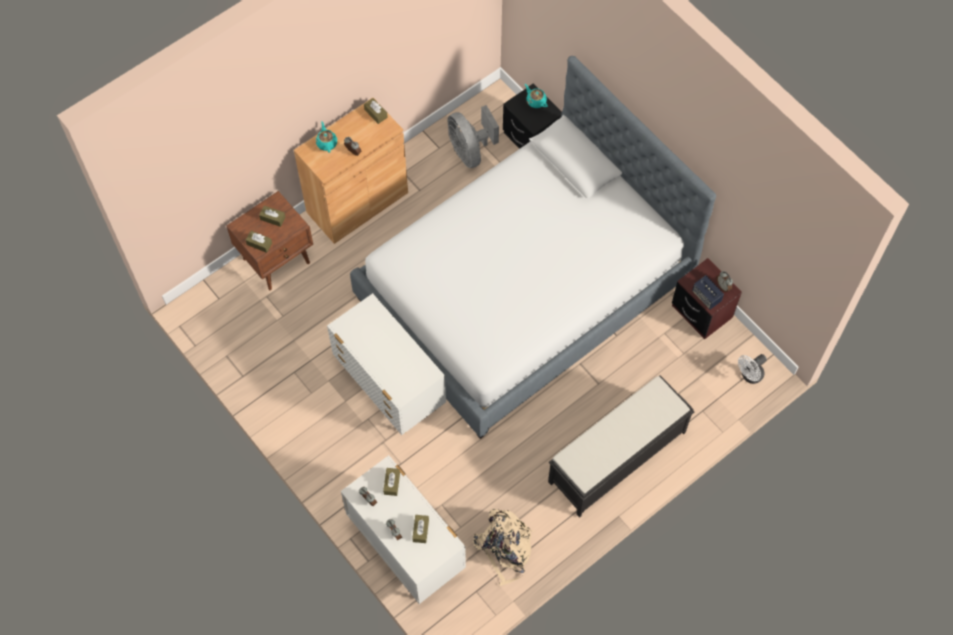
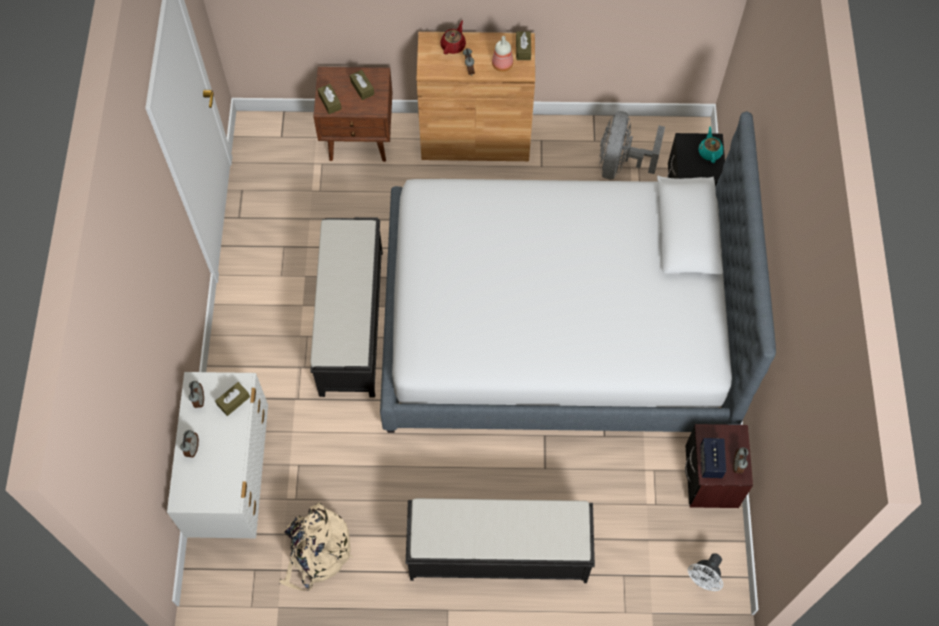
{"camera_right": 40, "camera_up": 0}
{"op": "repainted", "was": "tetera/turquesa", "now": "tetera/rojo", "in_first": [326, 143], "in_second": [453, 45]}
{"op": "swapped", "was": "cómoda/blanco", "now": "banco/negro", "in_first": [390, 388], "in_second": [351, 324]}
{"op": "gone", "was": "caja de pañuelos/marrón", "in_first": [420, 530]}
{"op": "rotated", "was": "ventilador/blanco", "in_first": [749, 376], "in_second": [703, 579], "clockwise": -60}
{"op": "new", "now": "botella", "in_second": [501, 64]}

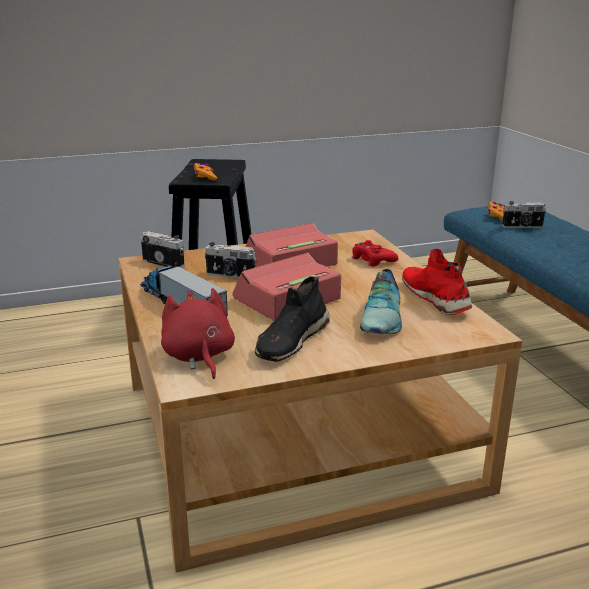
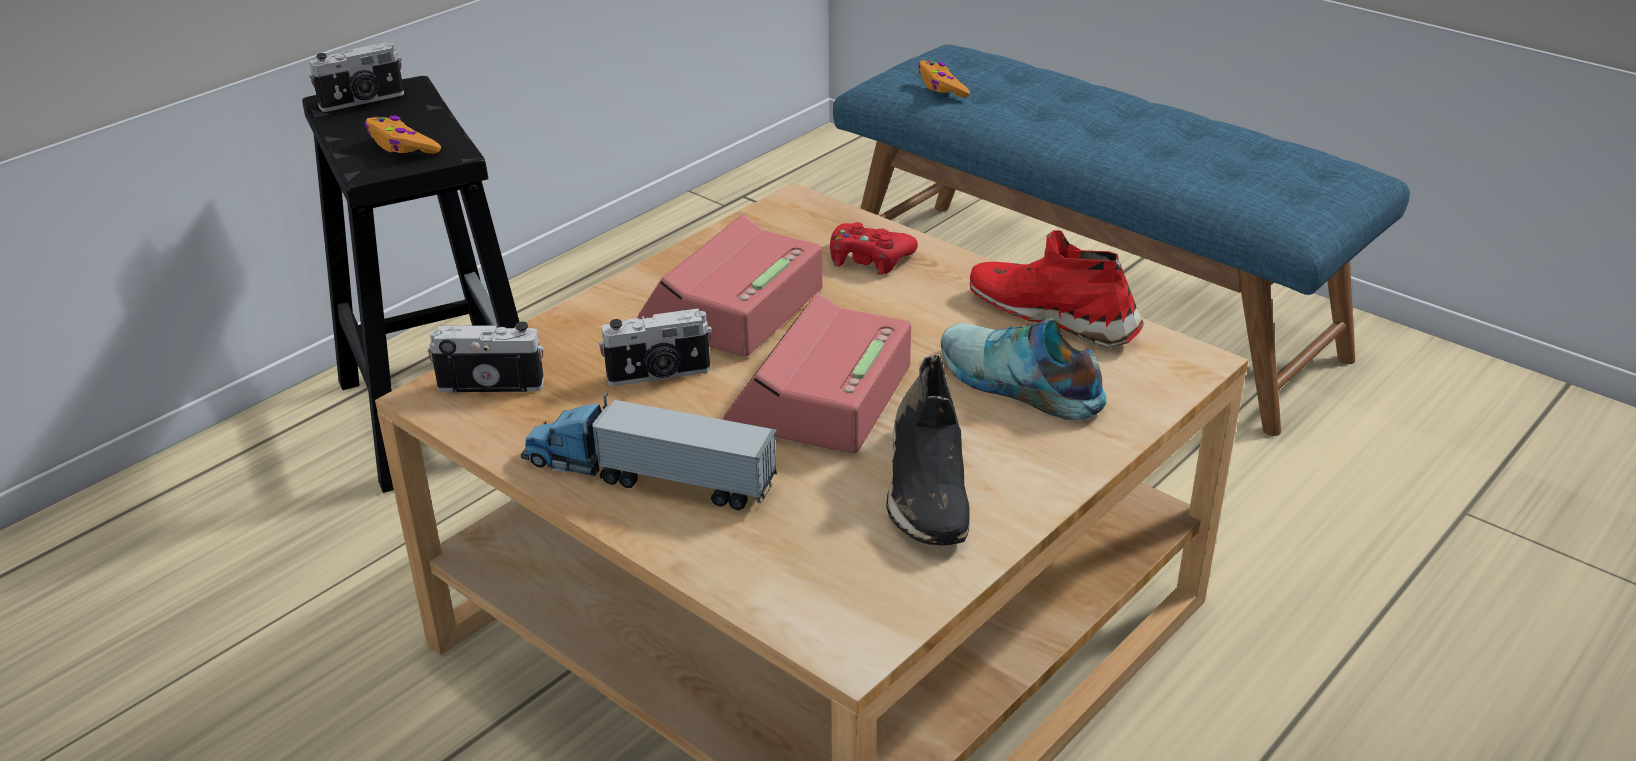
{"camera_right": -30, "camera_up": 10}
{"op": "gone", "was": "peluche/rojo", "in_first": [198, 357]}
{"op": "rotated", "was": "zapato", "in_first": [383, 318], "in_second": [1017, 385], "clockwise": 150}
{"op": "shifted", "was": "cámara", "in_first": [522, 227], "in_second": [363, 101]}

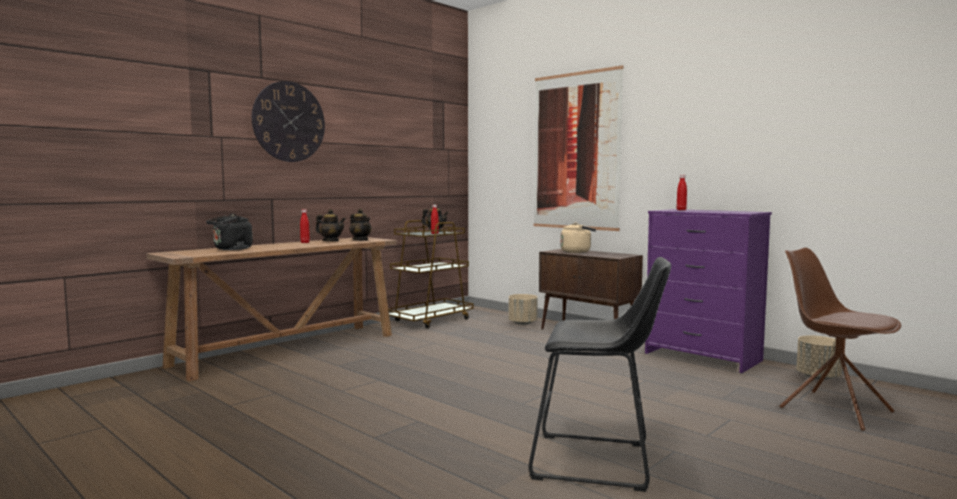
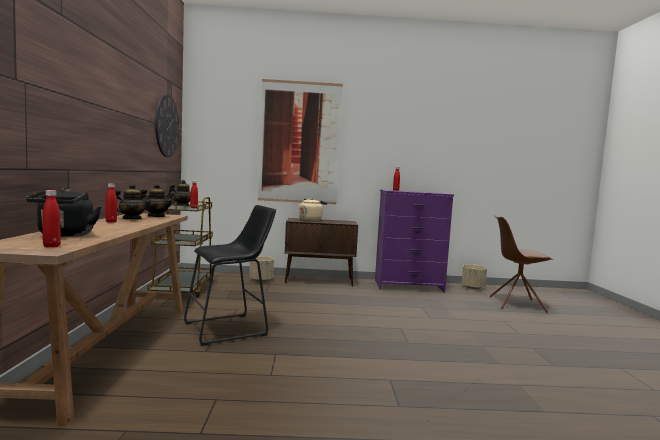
{"camera_right": -45, "camera_up": 0}
{"op": "shifted", "was": "reloj de pared", "in_first": [289, 122], "in_second": [166, 126]}
{"op": "shifted", "was": "taburete/negro", "in_first": [599, 462], "in_second": [230, 329]}
{"op": "new", "now": "botella/rojo", "in_second": [51, 246]}

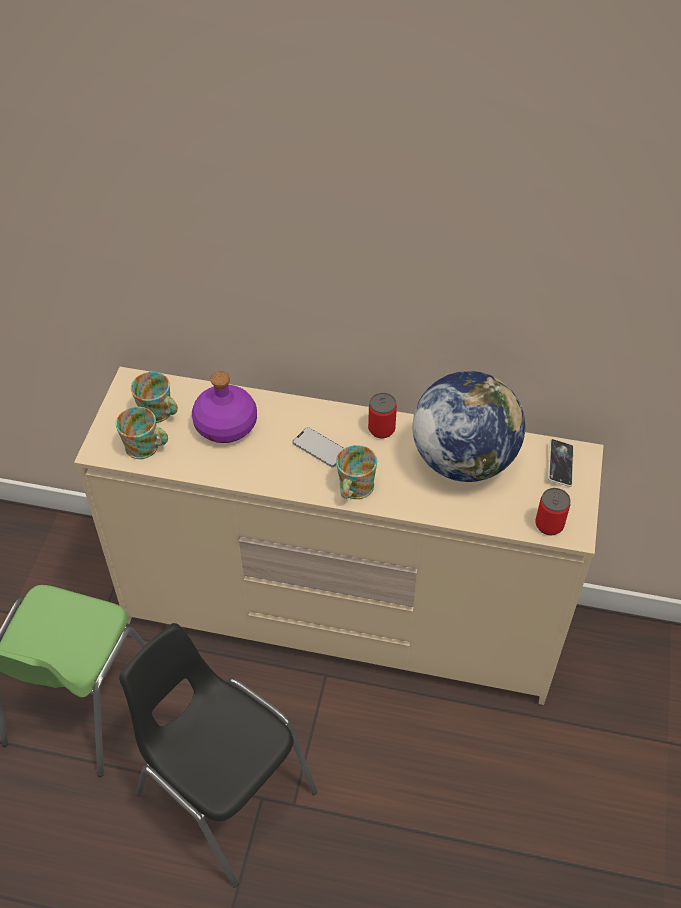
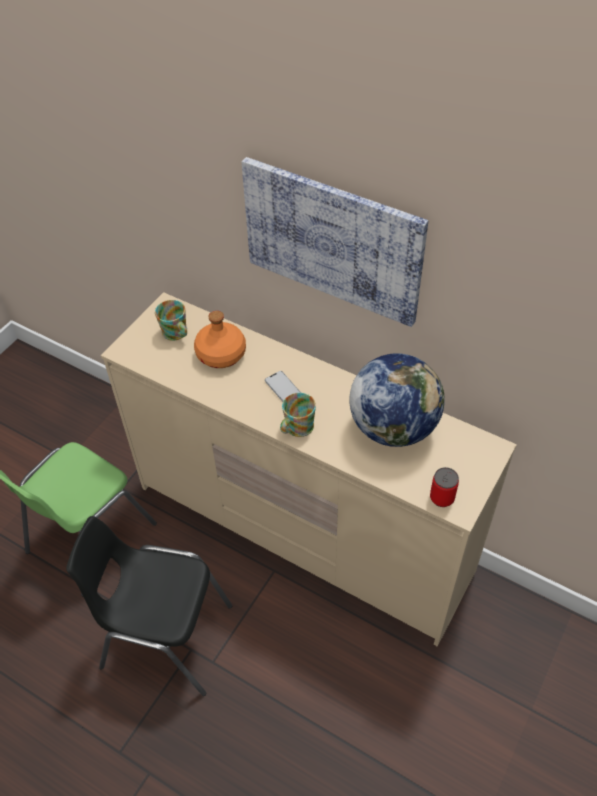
{"camera_right": 20, "camera_up": 0}
{"op": "gone", "was": "taza grande", "in_first": [146, 448]}
{"op": "rotated", "was": "silla/negro", "in_first": [224, 792], "in_second": [165, 636], "clockwise": -45}
{"op": "repainted", "was": "botella/morado", "now": "botella/naranja", "in_first": [225, 425], "in_second": [220, 354]}
{"op": "gone", "was": "lata", "in_first": [381, 429]}
{"op": "gone", "was": "móvil", "in_first": [560, 465]}
{"op": "new", "now": "cuadro", "in_second": [333, 240]}

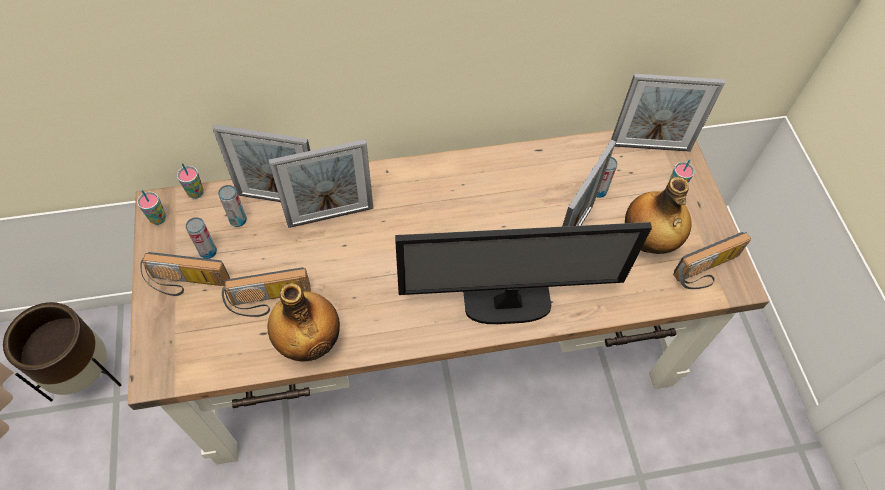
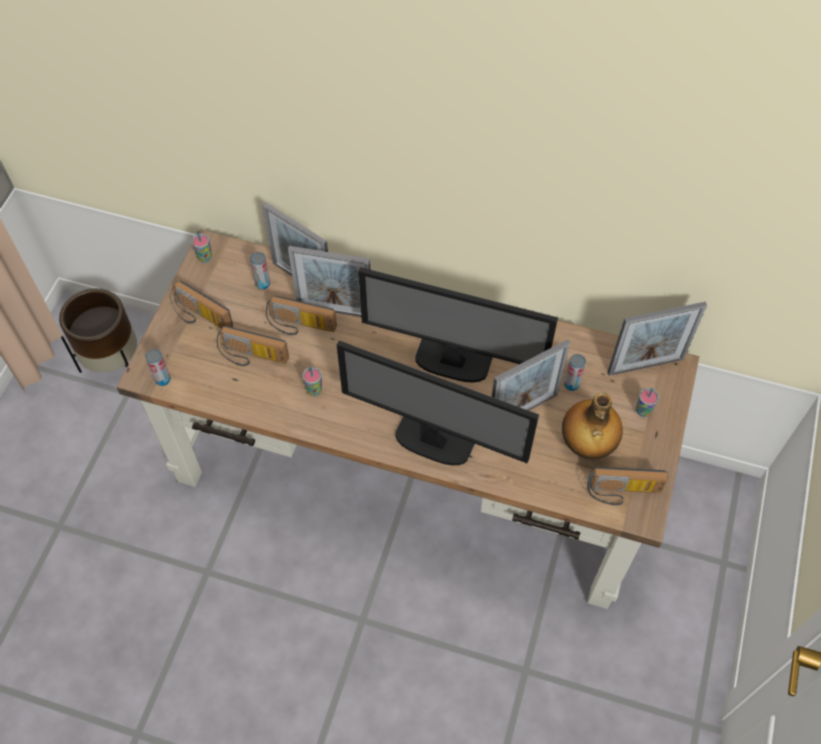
{"camera_right": 30, "camera_up": 0}
{"op": "shifted", "was": "taza", "in_first": [196, 193], "in_second": [314, 390]}
{"op": "shifted", "was": "lata", "in_first": [208, 252], "in_second": [163, 379]}
{"op": "gone", "was": "botella", "in_first": [309, 341]}
{"op": "rotated", "was": "portarretratos", "in_first": [649, 147], "in_second": [645, 366], "clockwise": -45}
{"op": "new", "now": "radio", "in_second": [300, 326]}
{"op": "new", "now": "monitor", "in_second": [452, 363]}

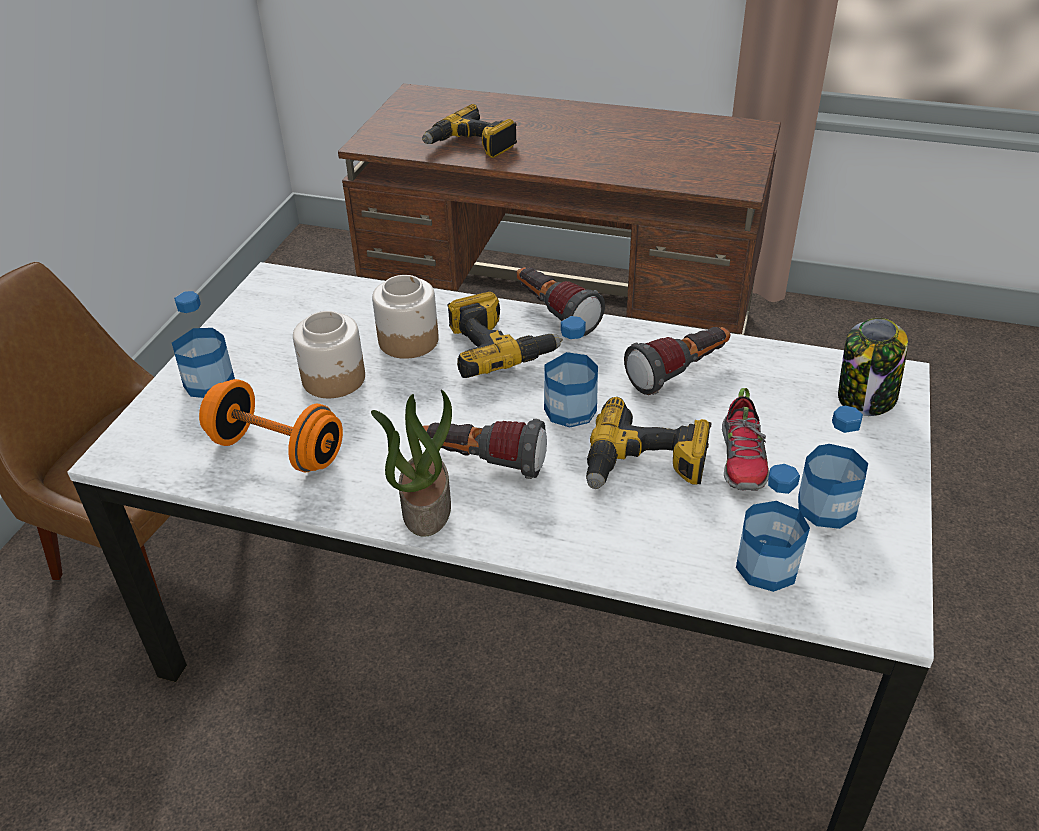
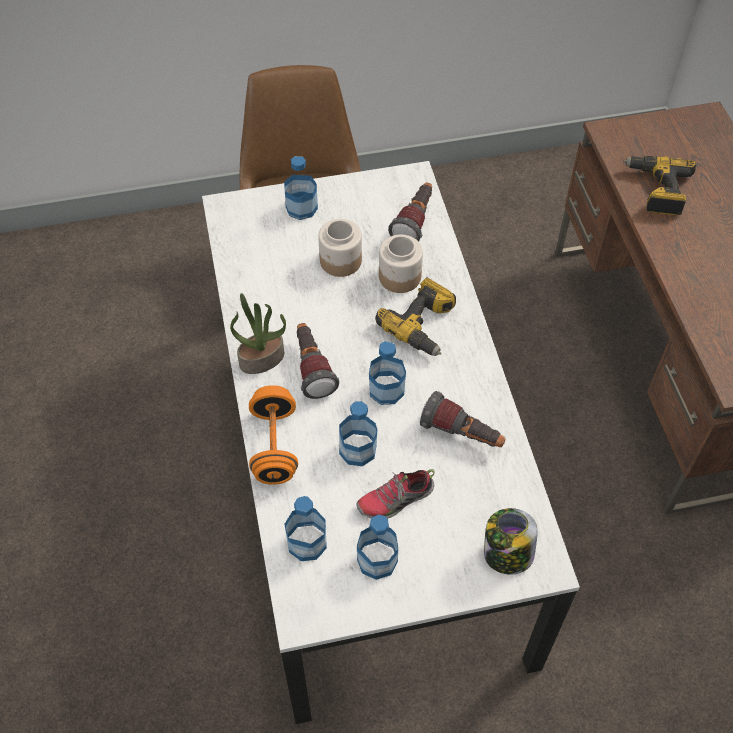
{"camera_right": 60, "camera_up": 15}
{"op": "shifted", "was": "mancuerna/naranja", "in_first": [277, 450], "in_second": [274, 446]}
{"op": "shifted", "was": "linterna", "in_first": [554, 314], "in_second": [415, 222]}
{"op": "swapped", "was": "taladro", "now": "botella", "in_first": [645, 466], "in_second": [357, 450]}

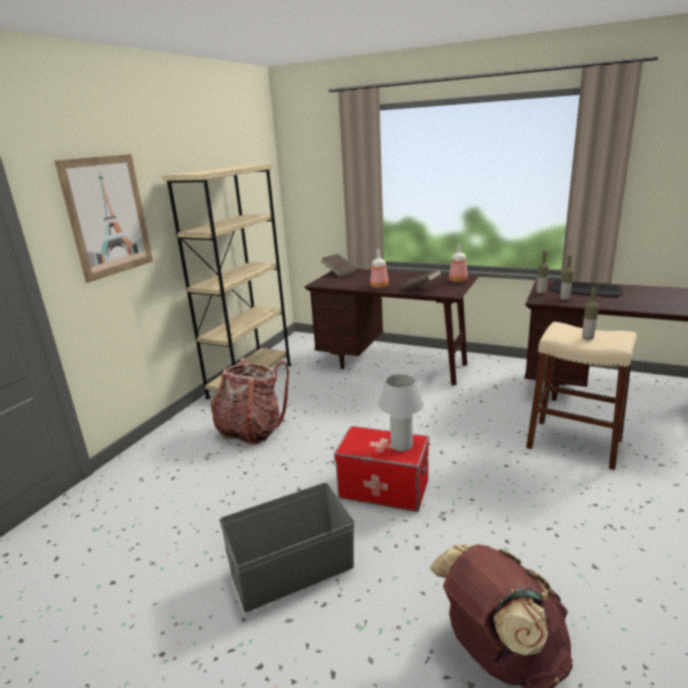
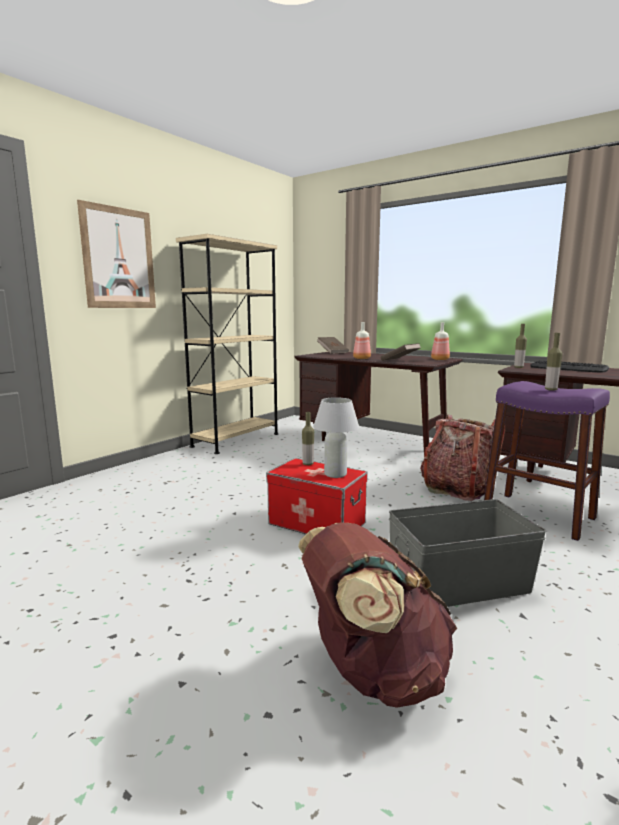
{"camera_right": 10, "camera_up": -10}
{"op": "shifted", "was": "mochila", "in_first": [251, 430], "in_second": [457, 489]}
{"op": "shifted", "was": "caja de almacenaje/gris", "in_first": [293, 570], "in_second": [460, 585]}
{"op": "repainted", "was": "taburete/beis", "now": "taburete/morado", "in_first": [574, 443], "in_second": [538, 515]}
{"op": "shifted", "was": "botella", "in_first": [564, 299], "in_second": [308, 464]}

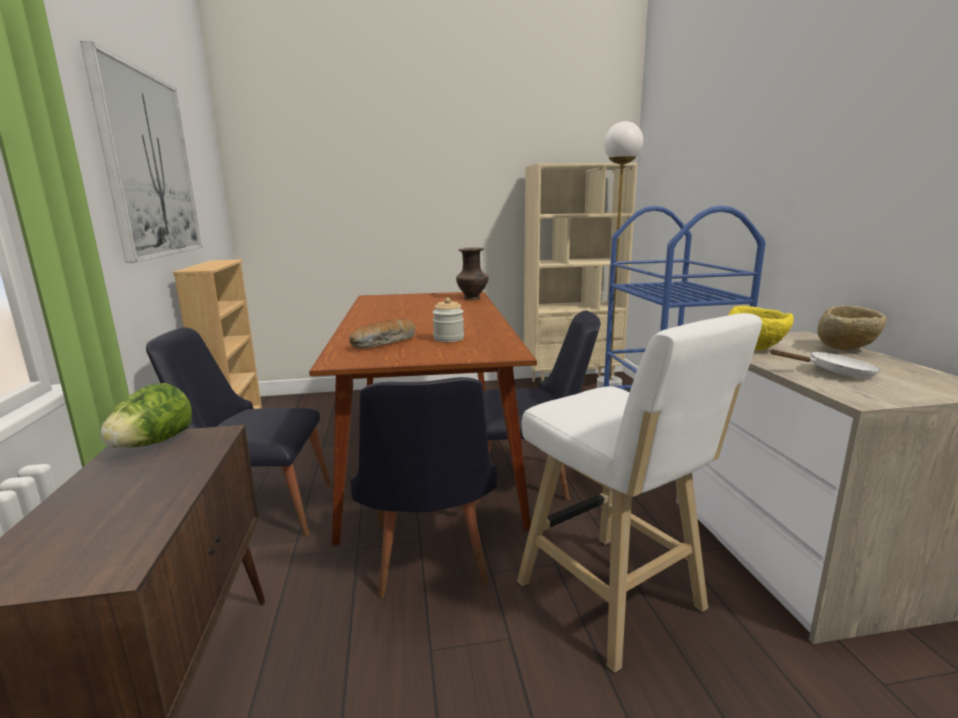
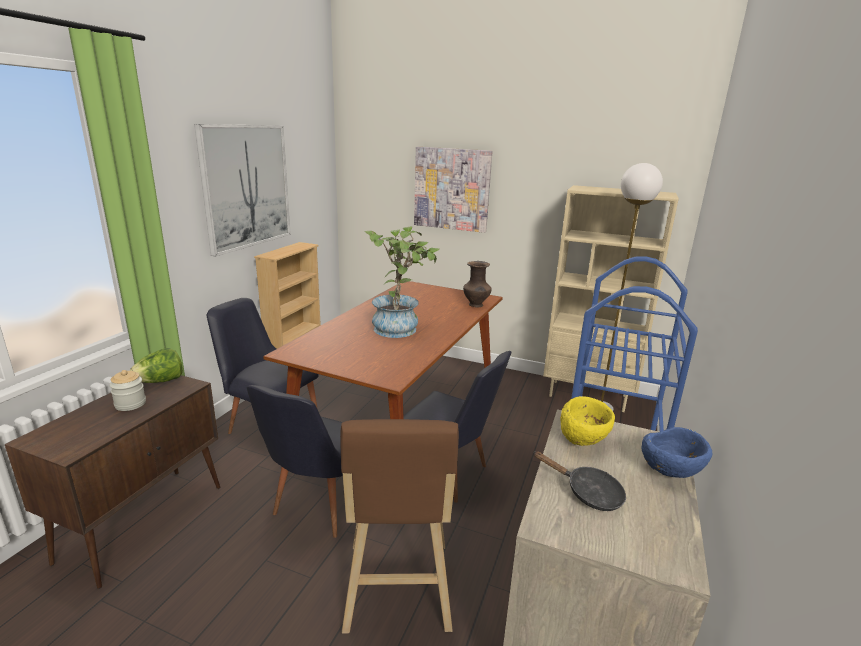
{"camera_right": 30, "camera_up": 5}
{"op": "gone", "was": "pan", "in_first": [385, 343]}
{"op": "shifted", "was": "tarro", "in_first": [448, 338], "in_second": [130, 404]}
{"op": "repainted", "was": "taburete/blanco", "now": "taburete/marrón", "in_first": [615, 601], "in_second": [397, 591]}
{"op": "repainted", "was": "sartén/blanco", "now": "sartén/negro", "in_first": [834, 373], "in_second": [588, 493]}
{"op": "repainted", "was": "cuenco/beis", "now": "cuenco/azul", "in_first": [845, 349], "in_second": [669, 473]}
{"op": "new", "now": "planta en maceta", "in_second": [400, 327]}
{"op": "new", "now": "cuadro", "in_second": [452, 189]}

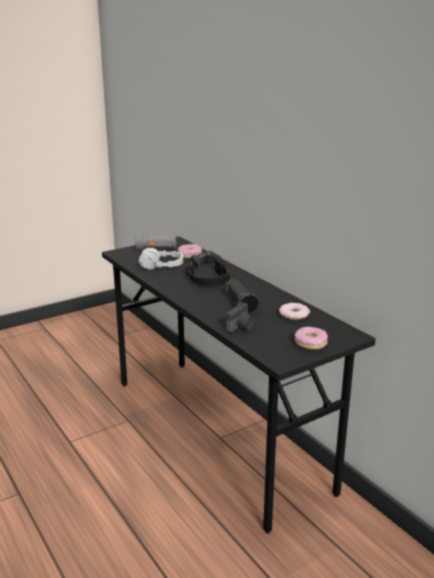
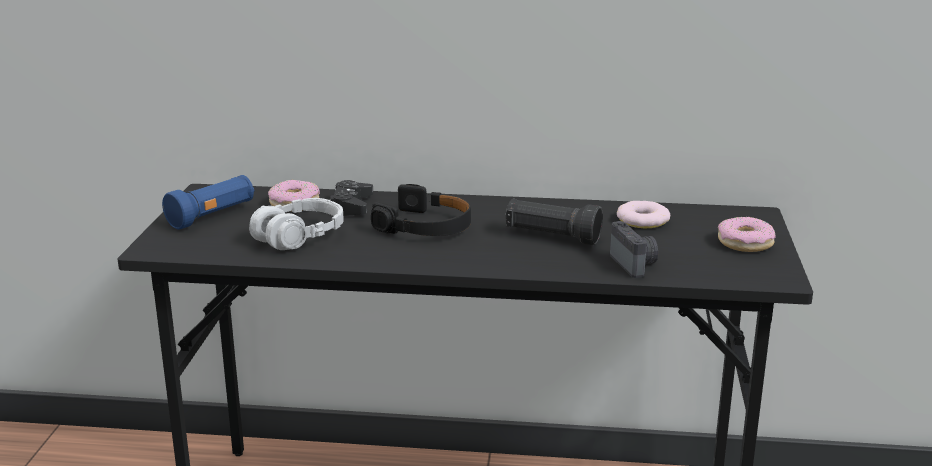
{"camera_right": -50, "camera_up": 0}
{"op": "repainted", "was": "linterna/gris", "now": "linterna/azul", "in_first": [156, 249], "in_second": [212, 216]}

